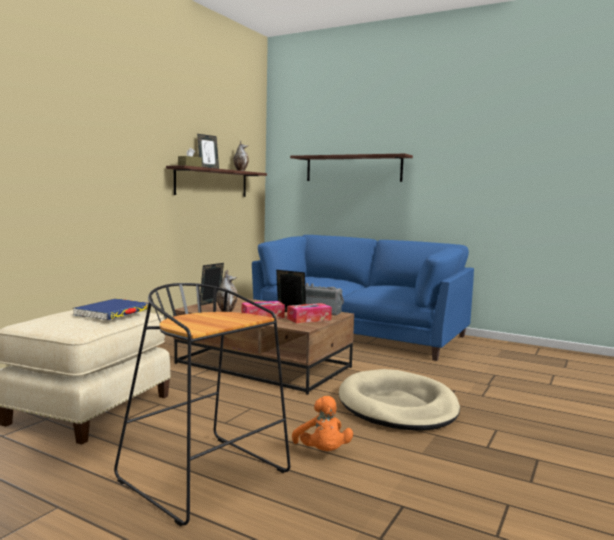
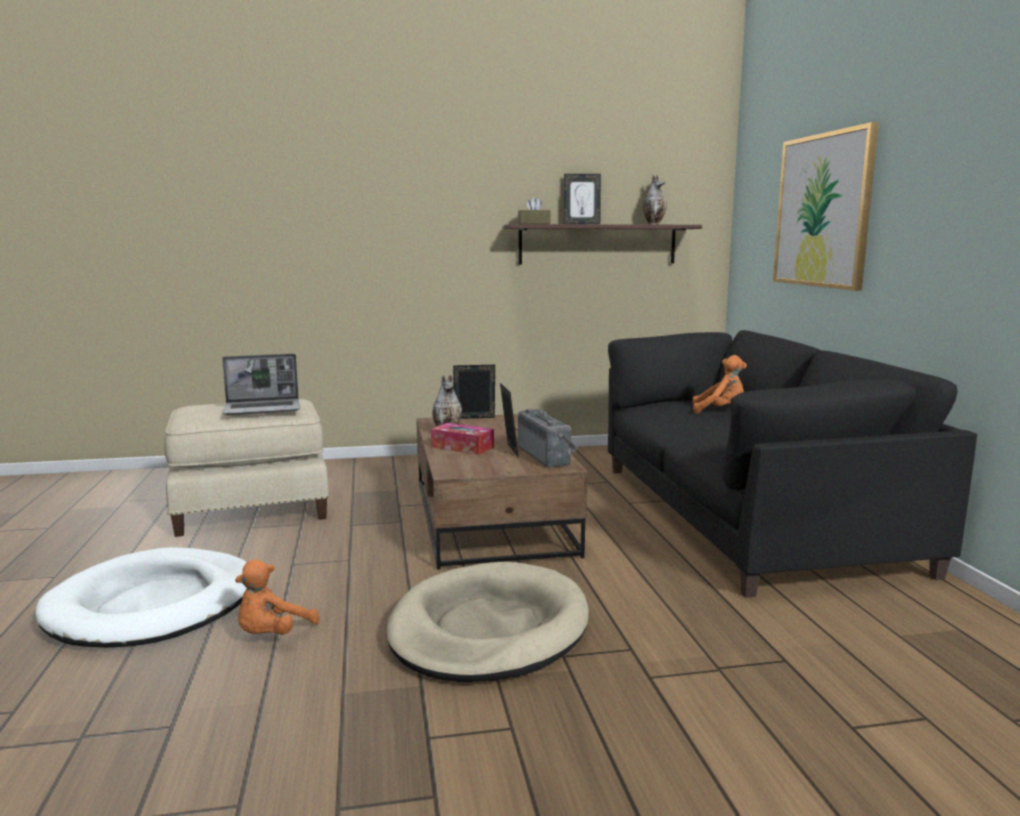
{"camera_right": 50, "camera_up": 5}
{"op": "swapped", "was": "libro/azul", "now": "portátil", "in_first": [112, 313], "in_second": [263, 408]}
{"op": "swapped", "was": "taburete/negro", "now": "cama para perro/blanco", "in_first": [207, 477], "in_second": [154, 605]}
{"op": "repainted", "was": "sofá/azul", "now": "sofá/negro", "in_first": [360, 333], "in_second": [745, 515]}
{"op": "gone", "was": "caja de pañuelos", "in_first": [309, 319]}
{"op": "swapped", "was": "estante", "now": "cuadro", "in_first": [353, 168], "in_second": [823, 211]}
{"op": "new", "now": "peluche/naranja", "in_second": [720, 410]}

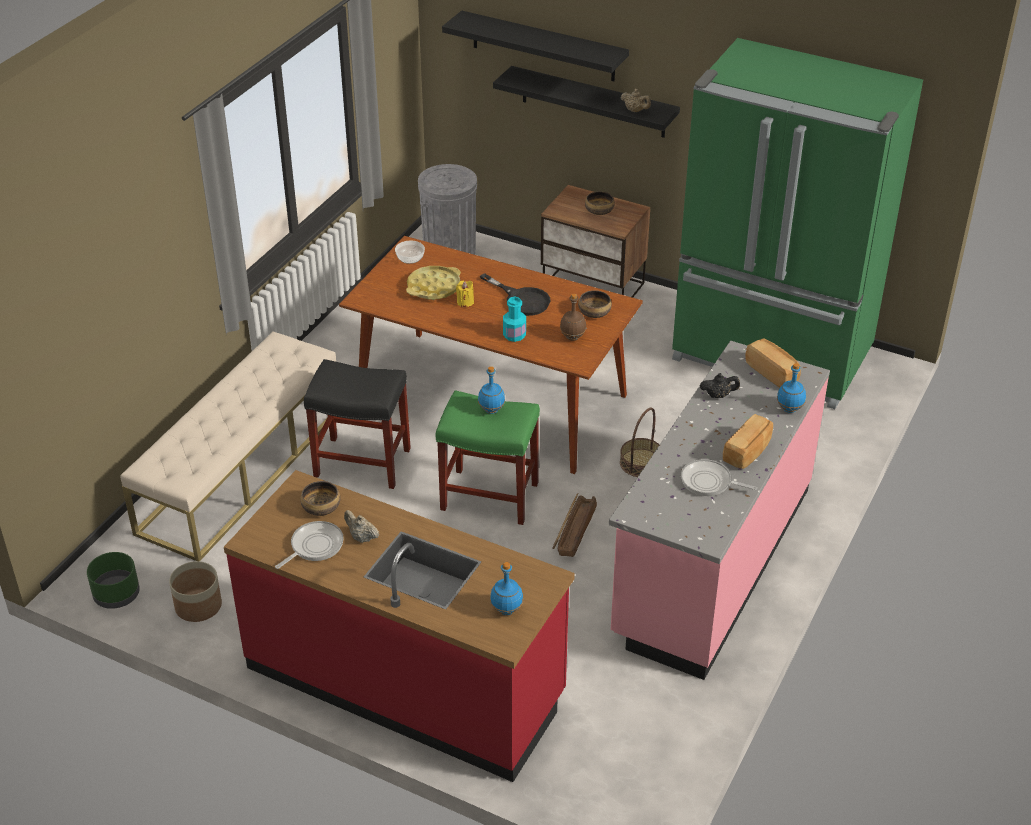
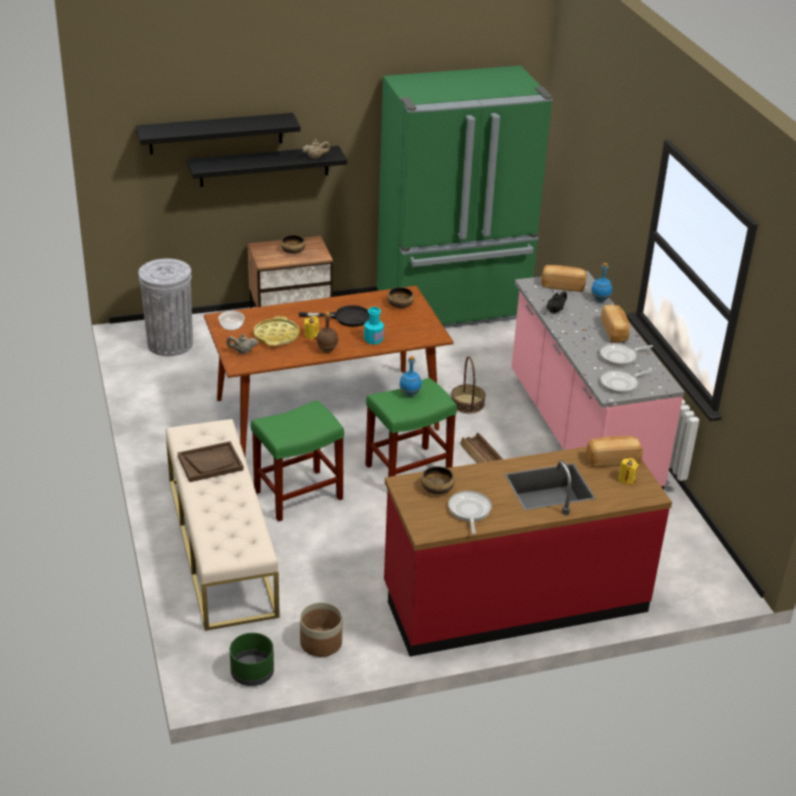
{"camera_right": -45, "camera_up": -5}
{"op": "repainted", "was": "taburete/negro", "now": "taburete/verde", "in_first": [361, 462], "in_second": [297, 495]}
{"op": "shifted", "was": "tetera/beis", "in_first": [361, 537], "in_second": [242, 352]}
{"op": "swapped", "was": "botella/azul", "now": "vela/amarillo", "in_first": [506, 610], "in_second": [626, 479]}
{"op": "shifted", "was": "botella/marrón", "in_first": [573, 337], "in_second": [327, 350]}
{"op": "new", "now": "bandeja/marrón", "in_second": [210, 463]}
{"op": "new", "now": "pan", "in_second": [612, 459]}
{"op": "new", "now": "sartén", "in_second": [621, 384]}

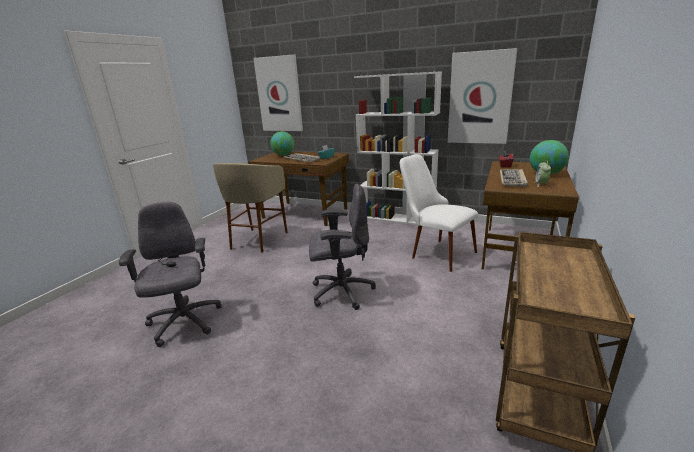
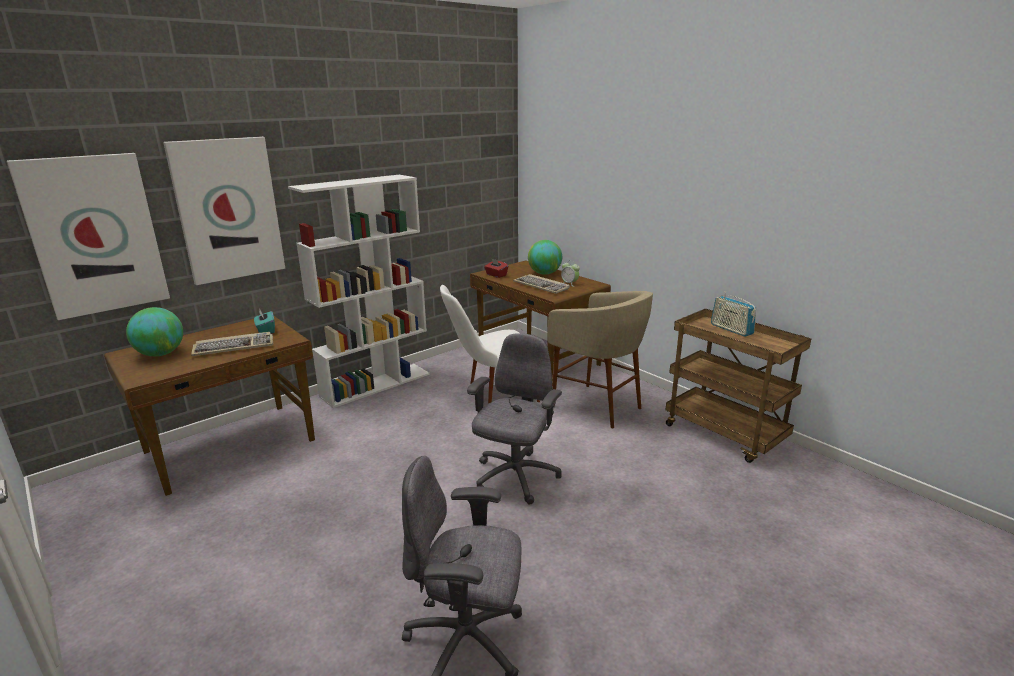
{"camera_right": -65, "camera_up": 0}
{"op": "shifted", "was": "taburete/beis", "in_first": [258, 240], "in_second": [597, 406]}
{"op": "shifted", "was": "cuadro", "in_first": [480, 98], "in_second": [228, 210]}
{"op": "new", "now": "radio", "in_second": [731, 329]}

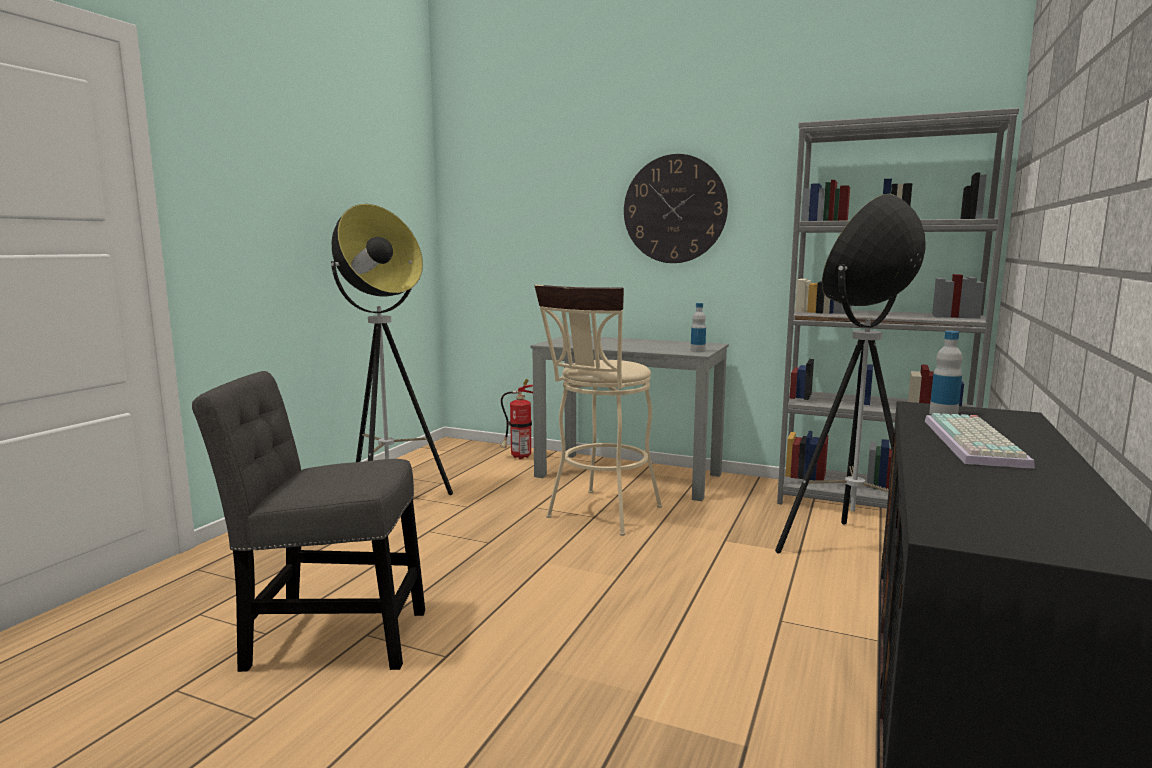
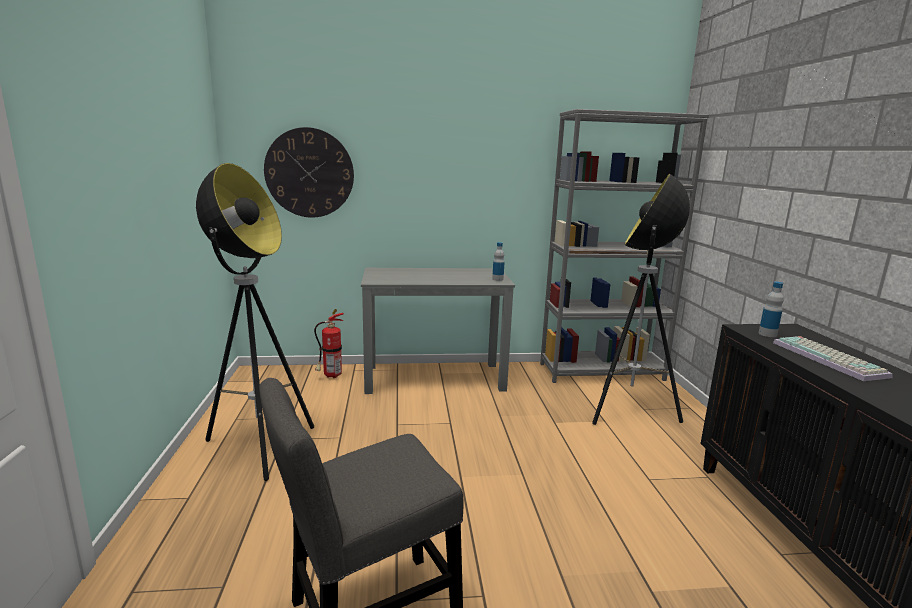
{"camera_right": -30, "camera_up": 5}
{"op": "gone", "was": "taburete/beis", "in_first": [600, 515]}
{"op": "shifted", "was": "reloj de pared", "in_first": [674, 209], "in_second": [309, 173]}

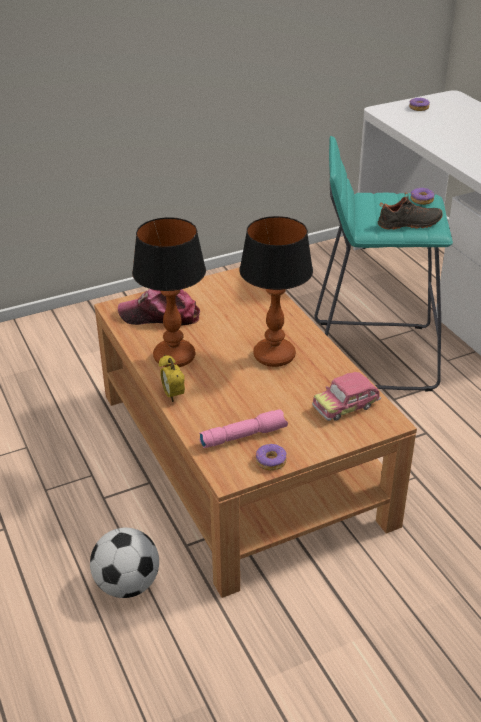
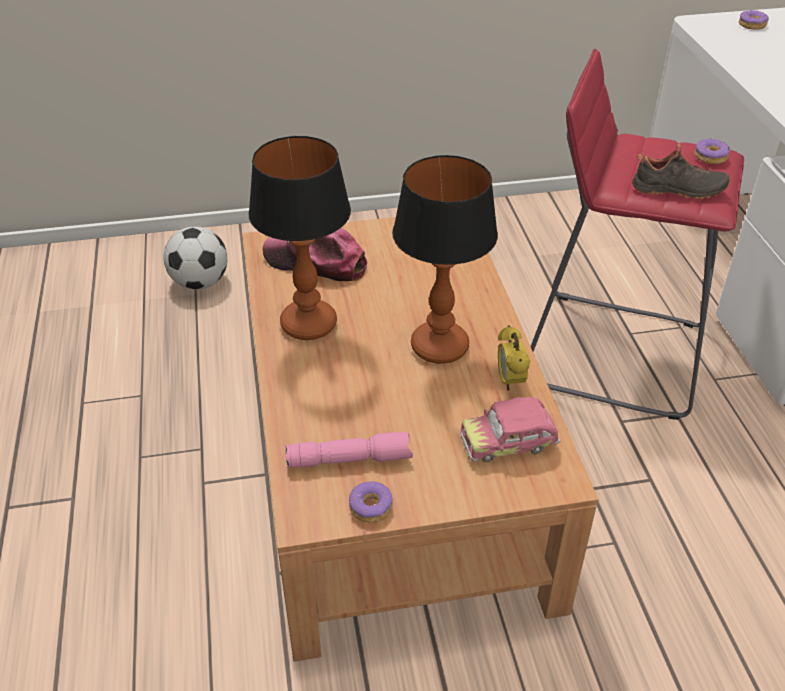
{"camera_right": 15, "camera_up": 5}
{"op": "shifted", "was": "balón de fútbol", "in_first": [127, 584], "in_second": [200, 282]}
{"op": "shifted", "was": "despertador", "in_first": [173, 396], "in_second": [510, 381]}
{"op": "repainted", "was": "taburete/turquesa", "now": "taburete/rojo", "in_first": [371, 354], "in_second": [612, 352]}

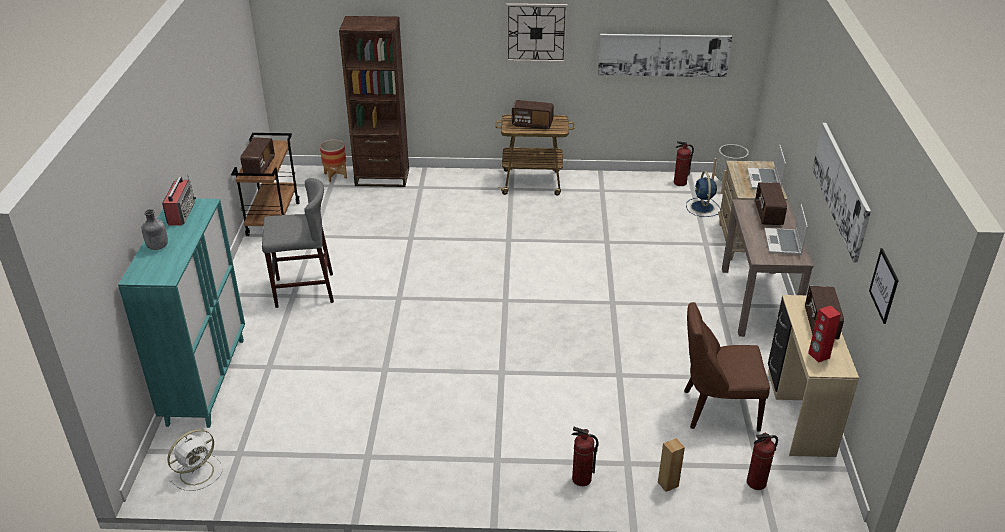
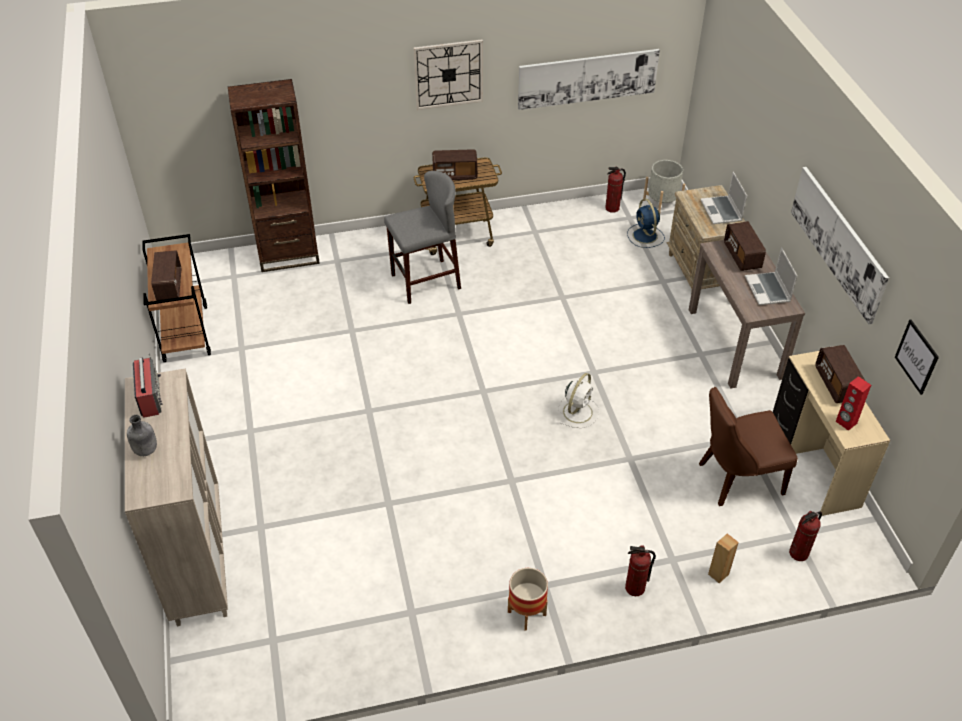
{"camera_right": -15, "camera_up": 10}
{"op": "repainted", "was": "armario/turquesa", "now": "armario/beis", "in_first": [206, 380], "in_second": [198, 559]}
{"op": "shifted", "was": "ventilador/blanco", "in_first": [198, 472], "in_second": [578, 411]}
{"op": "shifted", "was": "taburete/gris", "in_first": [304, 290], "in_second": [425, 281]}
{"op": "shifted", "was": "maceta", "in_first": [335, 176], "in_second": [526, 613]}

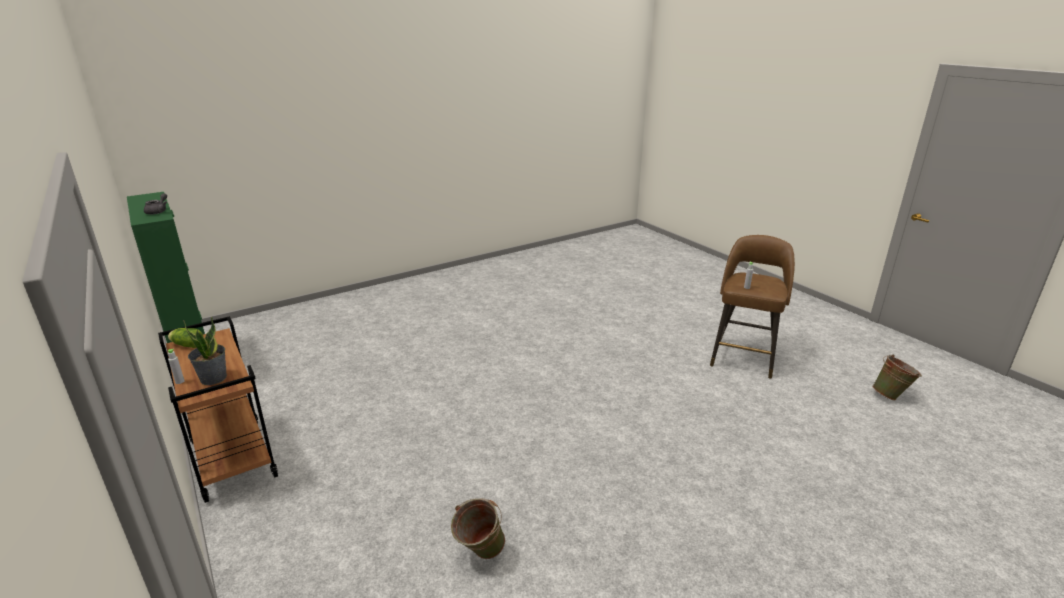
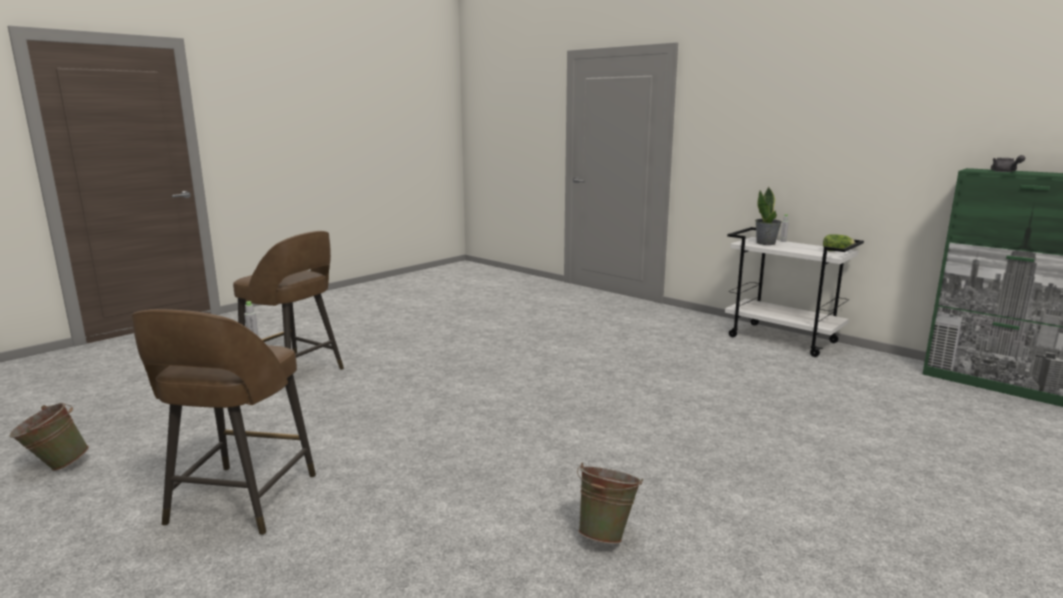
{"camera_right": 165, "camera_up": -10}
{"op": "repainted", "was": "carrito/marrón", "now": "carrito/blanco", "in_first": [232, 458], "in_second": [783, 339]}
{"op": "shifted", "was": "cubo/verde", "in_first": [479, 554], "in_second": [606, 534]}
{"op": "new", "now": "taburete/marrón", "in_second": [294, 374]}

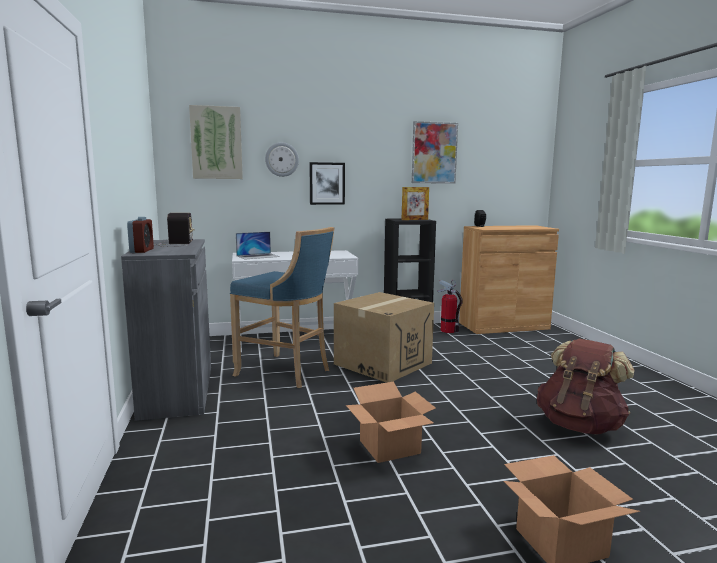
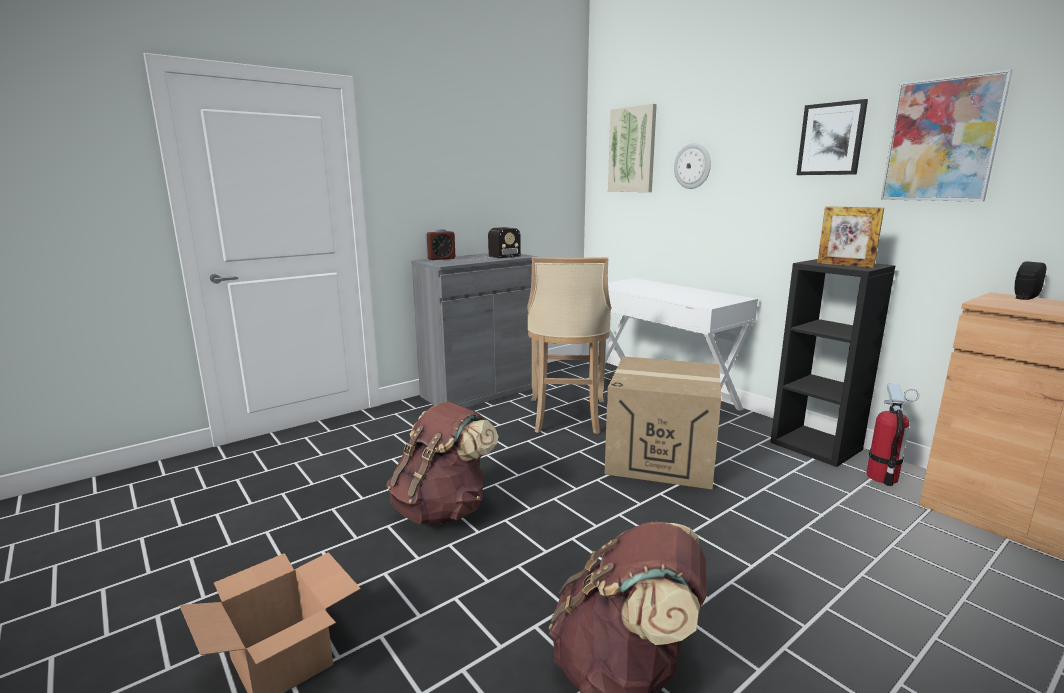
{"camera_right": 65, "camera_up": 5}
{"op": "repainted", "was": "taburete/azul", "now": "taburete/beis", "in_first": [286, 372], "in_second": [567, 417]}
{"op": "gone", "was": "portátil", "in_first": [258, 256]}
{"op": "shifted", "was": "cuadro", "in_first": [327, 183], "in_second": [831, 139]}
{"op": "swapped", "was": "caja de cartón", "now": "mochila/marrón", "in_first": [390, 446], "in_second": [443, 509]}

